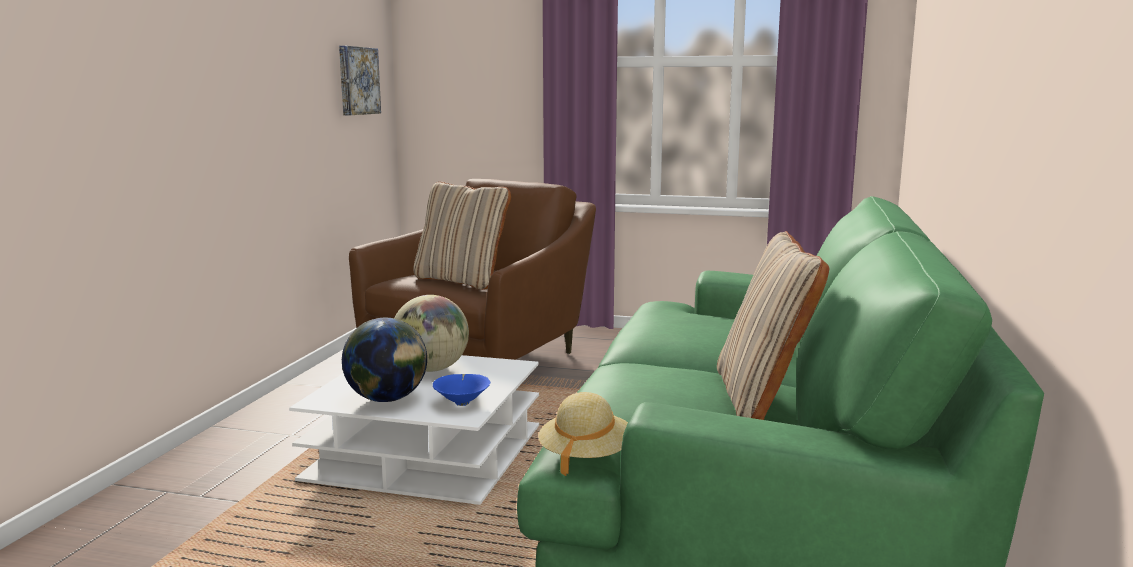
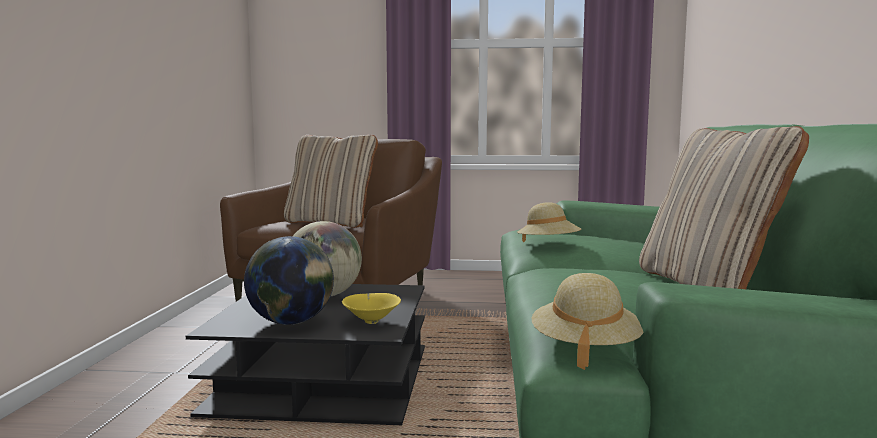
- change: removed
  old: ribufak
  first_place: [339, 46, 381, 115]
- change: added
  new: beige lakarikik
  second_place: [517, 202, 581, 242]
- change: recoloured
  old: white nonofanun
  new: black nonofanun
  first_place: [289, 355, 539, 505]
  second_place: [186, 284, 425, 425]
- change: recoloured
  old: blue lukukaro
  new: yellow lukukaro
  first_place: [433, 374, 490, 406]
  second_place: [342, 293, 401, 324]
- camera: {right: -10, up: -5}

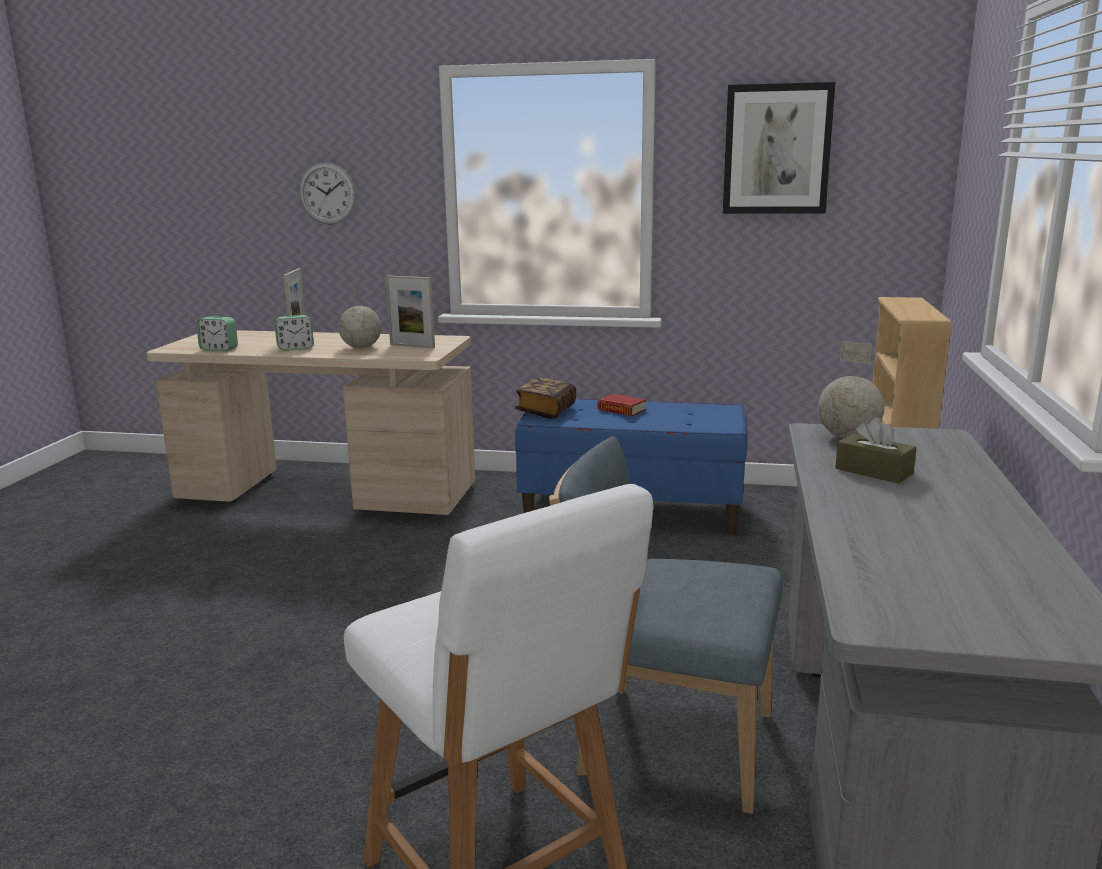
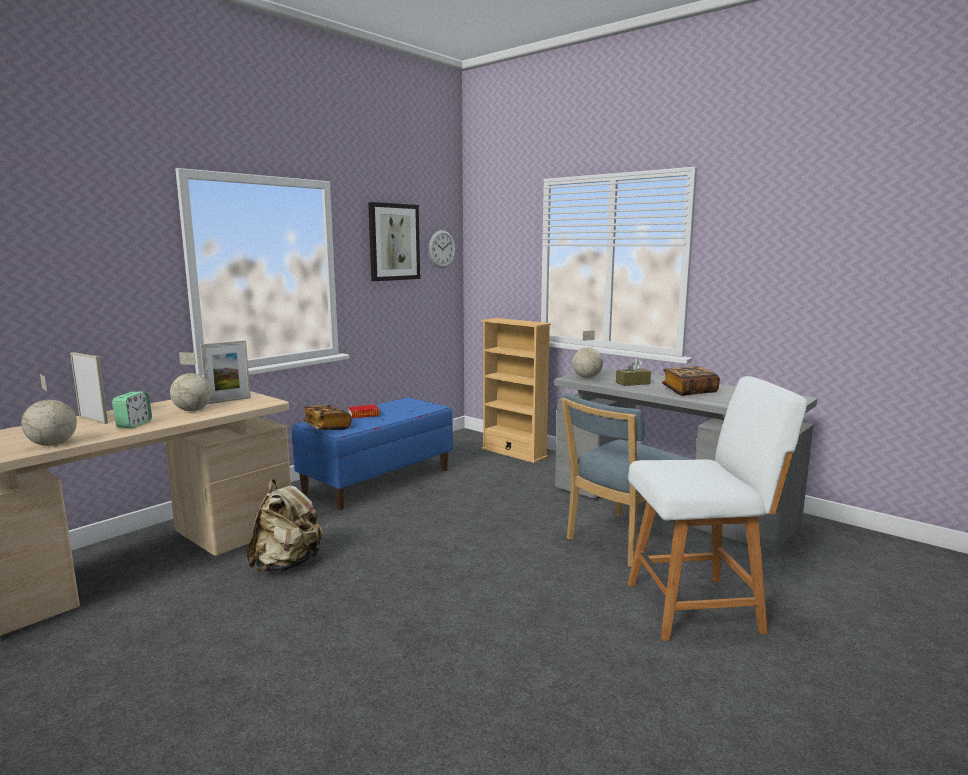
- change: added
  new: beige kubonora
  second_place: [247, 479, 323, 572]
- change: added
  new: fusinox
  second_place: [662, 366, 720, 396]
- change: moved
  old: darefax
  first_place: [299, 162, 356, 225]
  second_place: [429, 230, 455, 268]
- change: replaced
  old: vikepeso
  new: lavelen
  first_place: [196, 316, 238, 351]
  second_place: [21, 374, 77, 446]
- camera: {right: -60, up: -5}

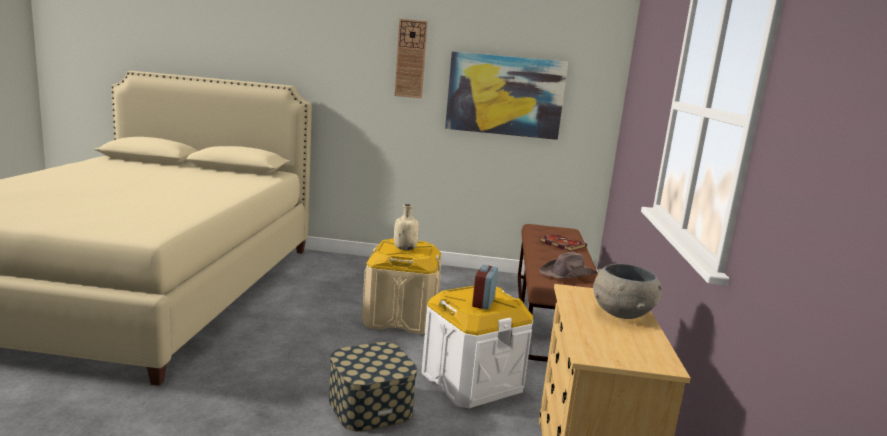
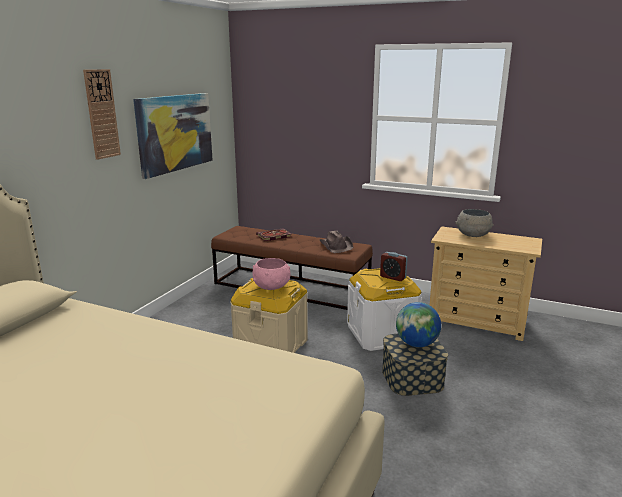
- change: added
  new: lavelen
  second_place: [396, 302, 441, 347]
- change: replaced
  old: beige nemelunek
  new: pink lukukaro
  first_place: [394, 204, 419, 250]
  second_place: [253, 258, 291, 290]
- camera: {right: -70, up: 5}

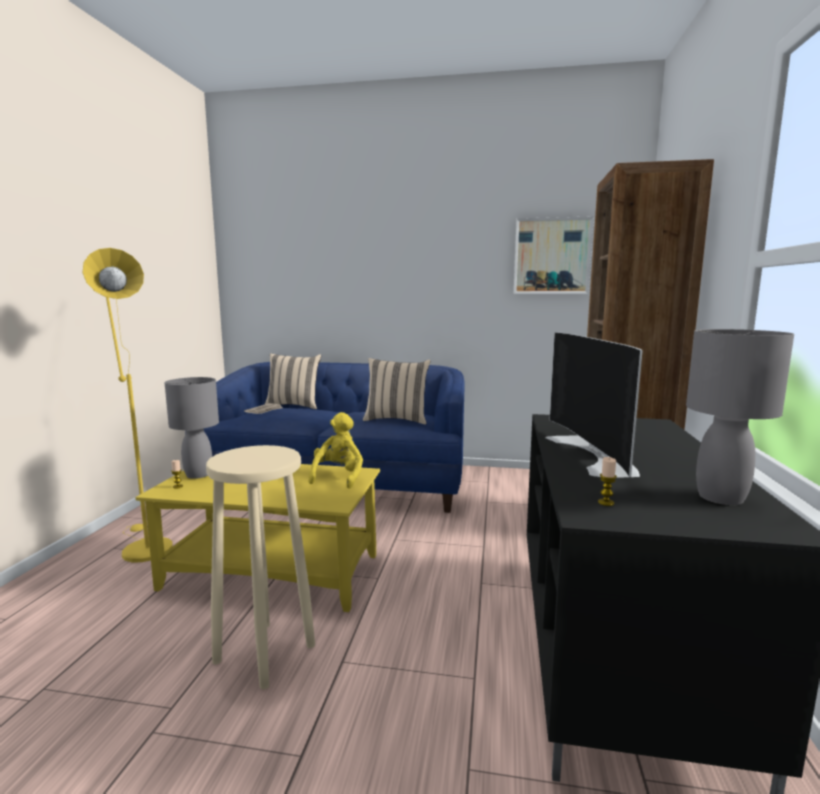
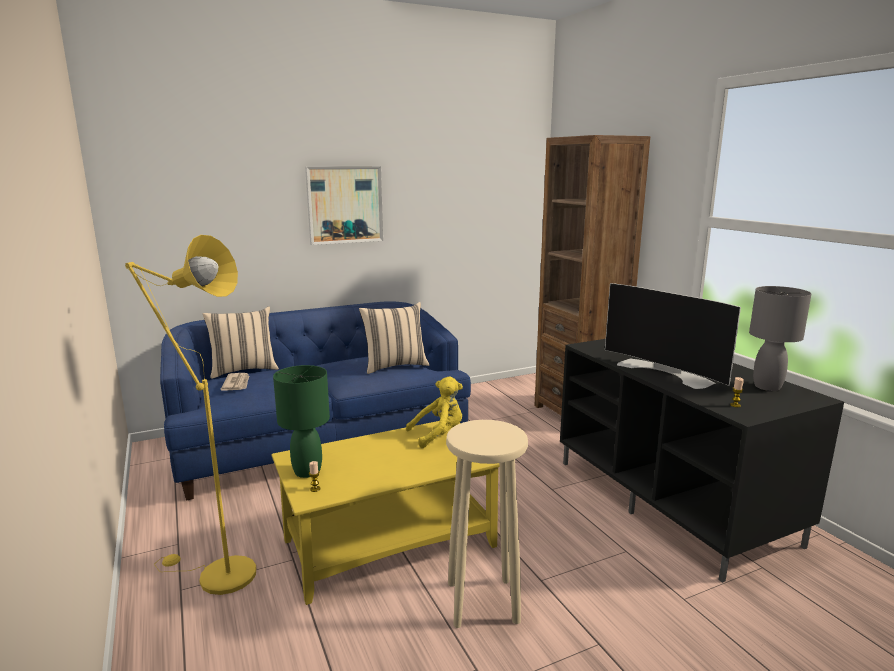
- change: moved
  old: ribufak
  first_place: [513, 216, 594, 294]
  second_place: [305, 166, 383, 245]
- change: recoloured
  old: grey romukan
  new: green romukan
  first_place: [164, 377, 219, 479]
  second_place: [273, 365, 330, 478]
- change: turned
  old: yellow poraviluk
  first_place: [309, 412, 363, 489]
  second_place: [406, 376, 463, 448]
  degrees: 90
- camera: {right: -35, up: 5}

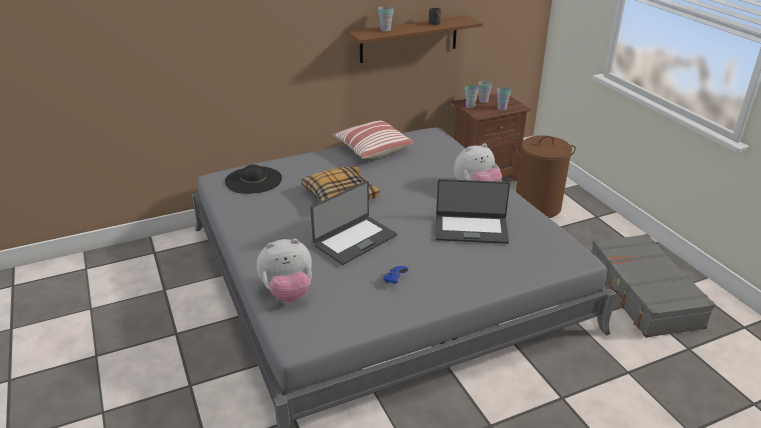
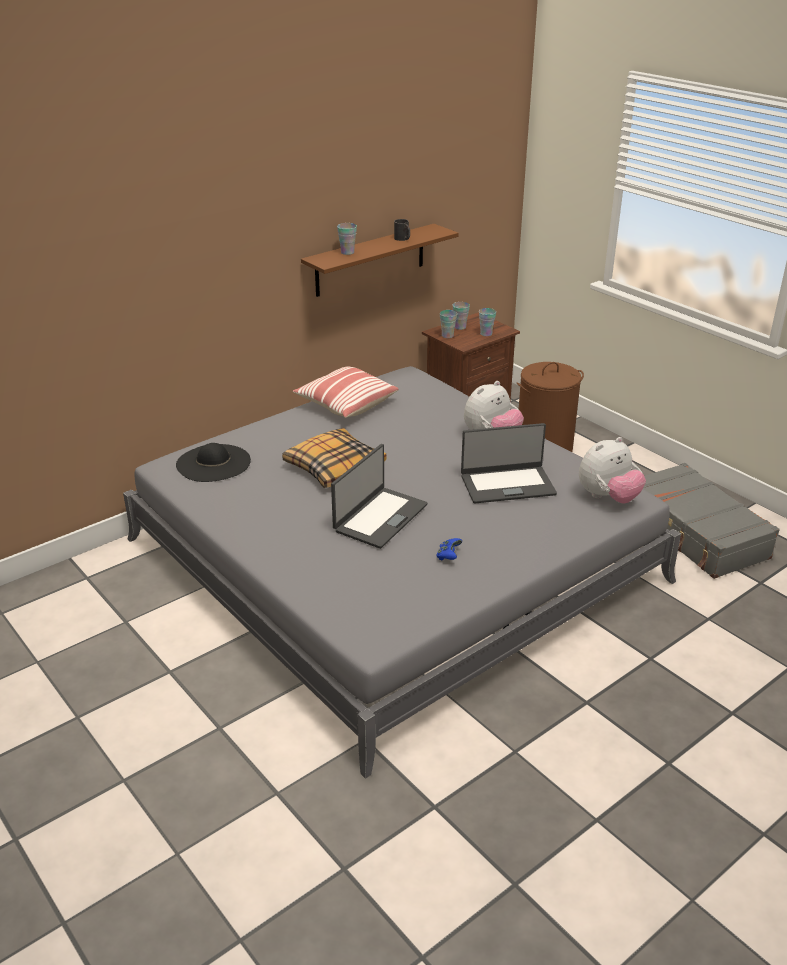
- change: moved
  old: poraviluk
  first_place: [257, 239, 312, 302]
  second_place: [579, 437, 646, 504]
- camera: {right: -15, up: 0}

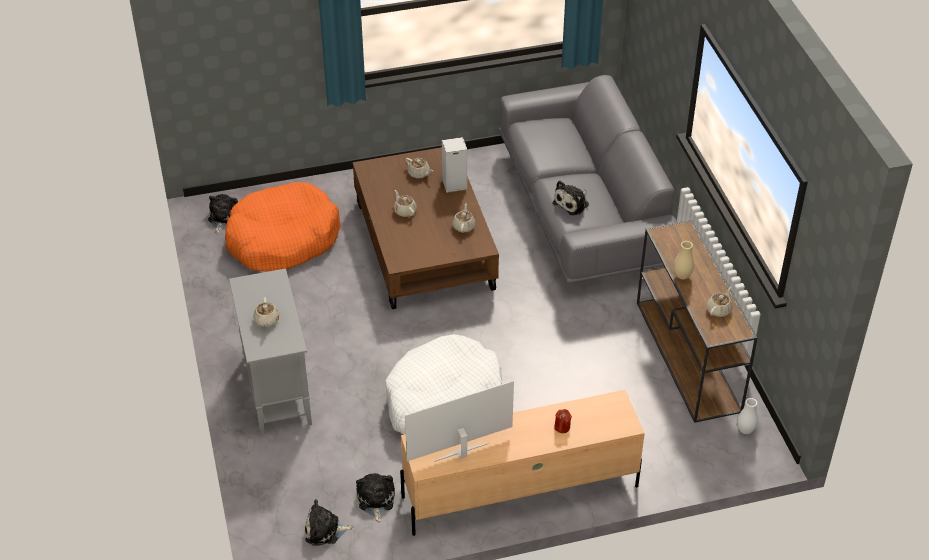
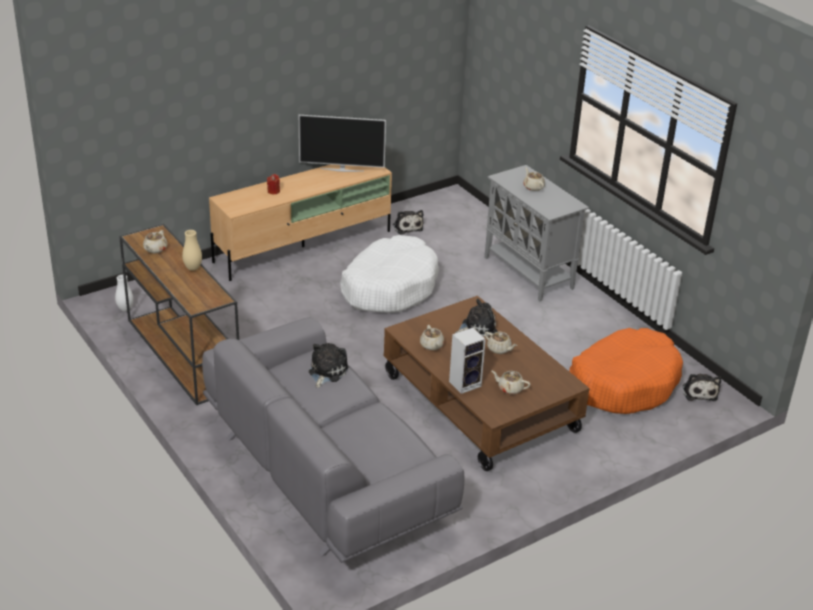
- change: moved
  old: poraviluk
  first_place: [305, 499, 353, 546]
  second_place: [455, 299, 497, 337]
- change: turned
  old: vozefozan
  first_place: [405, 380, 514, 462]
  second_place: [299, 115, 386, 172]
  degrees: 45
- camera: {right: 160, up: -10}

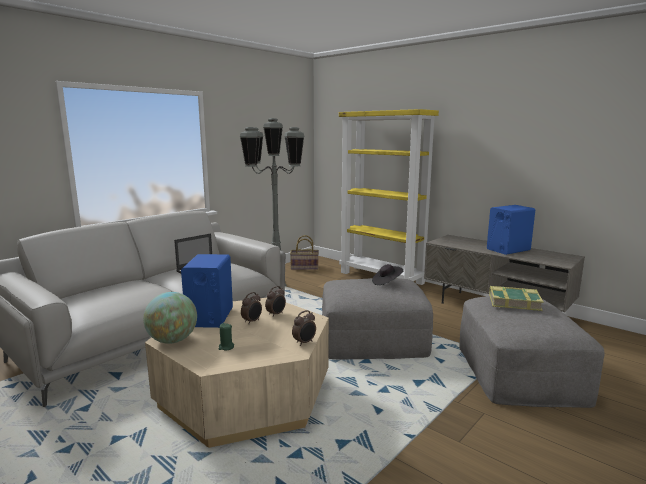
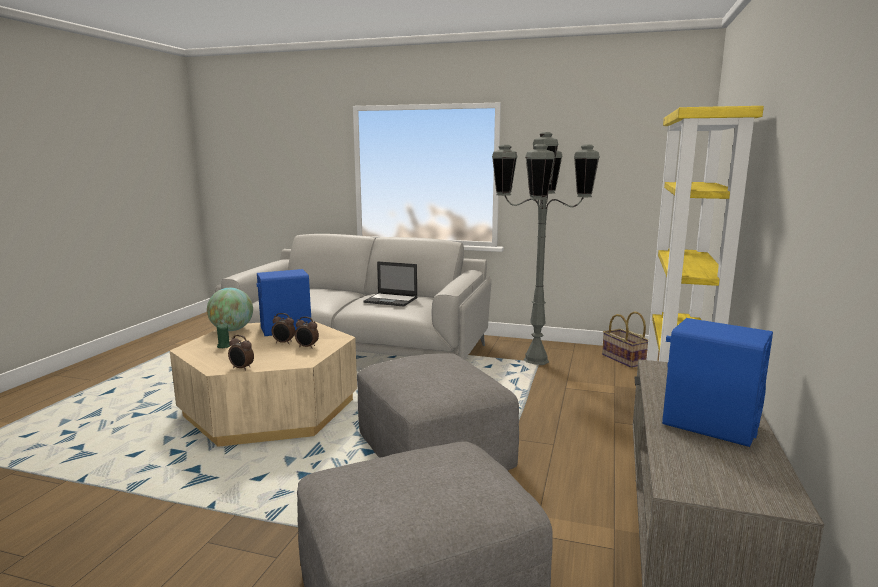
- change: removed
  old: black lakarikik
  first_place: [372, 264, 403, 285]
- change: removed
  old: fusinox
  first_place: [489, 286, 544, 311]
- camera: {right: 65, up: 0}

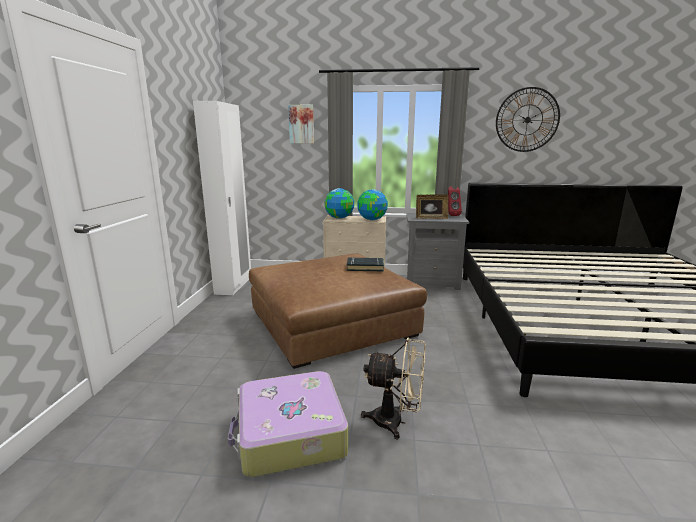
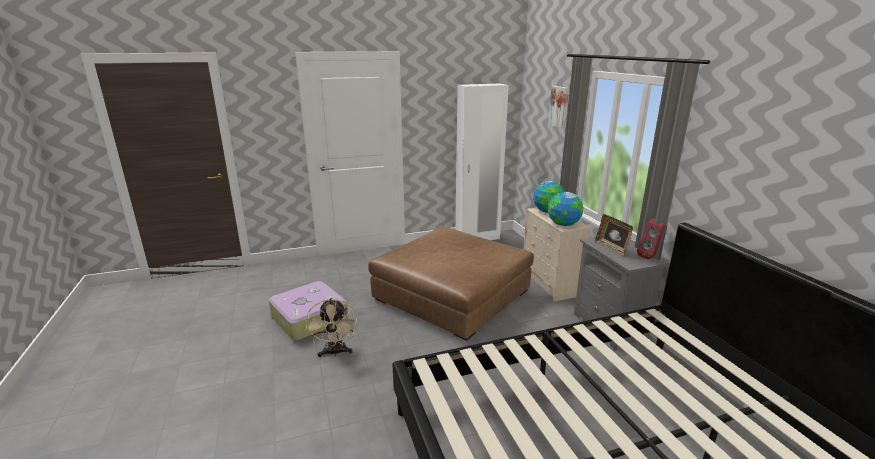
- change: removed
  old: black fusinox
  first_place: [347, 257, 384, 271]
- change: removed
  old: darefax
  first_place: [496, 87, 560, 152]
- camera: {right: 65, up: 5}

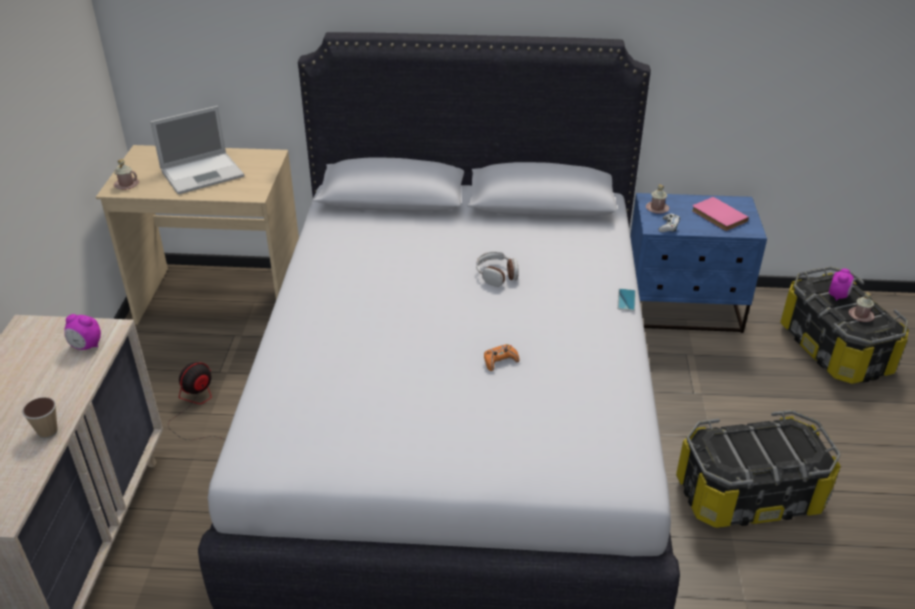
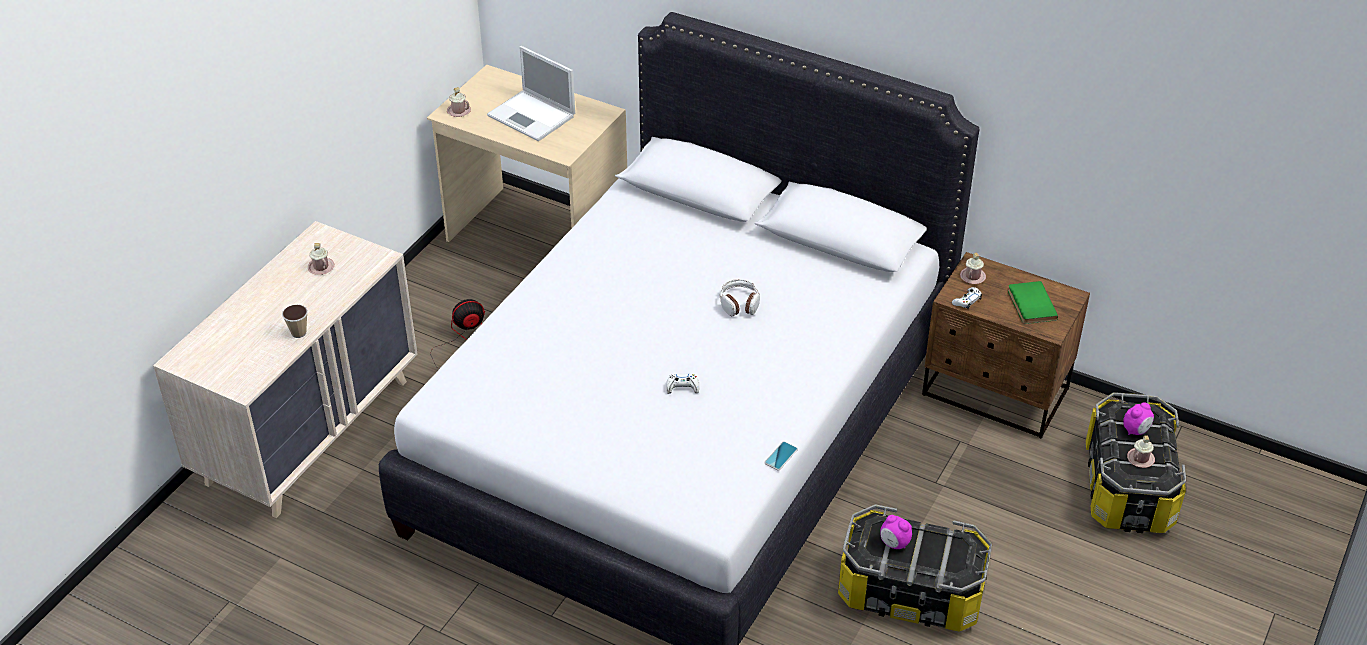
- change: added
  new: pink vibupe
  second_place: [307, 243, 334, 275]
- change: moved
  old: vikepeso
  first_place: [64, 314, 101, 350]
  second_place: [880, 515, 912, 549]
- change: moved
  old: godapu
  first_place: [617, 289, 636, 311]
  second_place: [764, 441, 798, 471]
- change: recoloured
  old: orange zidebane
  new: white zidebane
  first_place: [484, 344, 520, 371]
  second_place: [666, 374, 699, 394]
- change: recoloured
  old: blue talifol
  new: brown talifol
  first_place: [630, 193, 767, 333]
  second_place: [922, 252, 1090, 439]
- change: recoloured
  old: pink fusinox
  new: green fusinox
  first_place: [692, 197, 749, 231]
  second_place: [1008, 281, 1058, 324]
- change: turned
  old: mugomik
  first_place: [150, 106, 244, 194]
  second_place: [487, 46, 575, 141]
  degrees: 45
- camera: {right: 25, up: 5}

